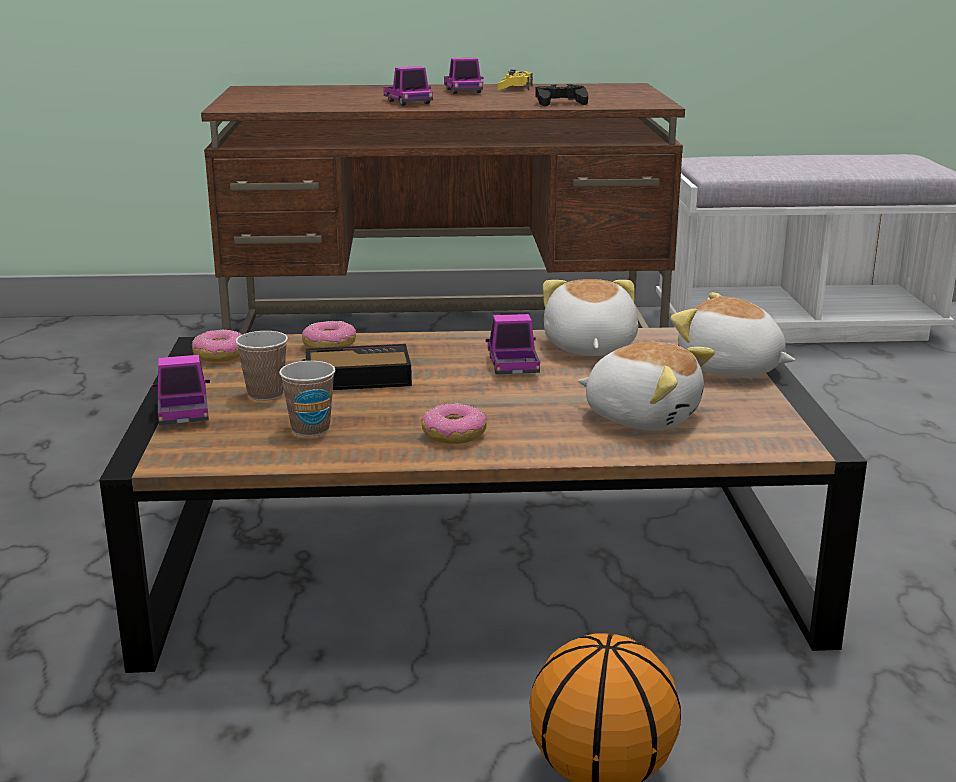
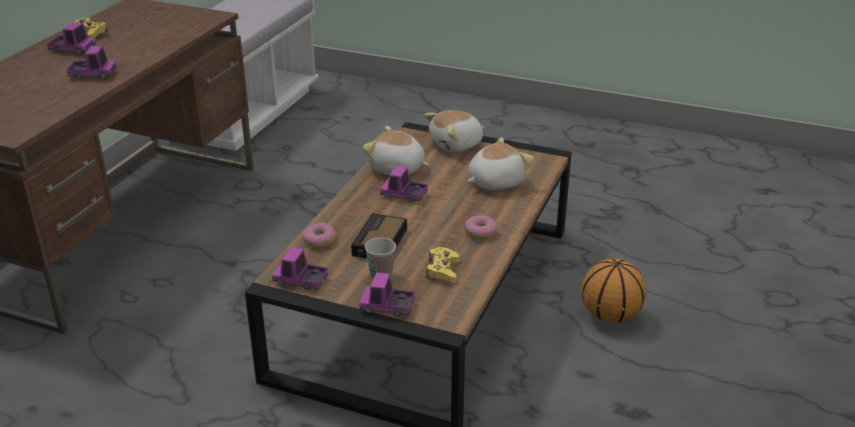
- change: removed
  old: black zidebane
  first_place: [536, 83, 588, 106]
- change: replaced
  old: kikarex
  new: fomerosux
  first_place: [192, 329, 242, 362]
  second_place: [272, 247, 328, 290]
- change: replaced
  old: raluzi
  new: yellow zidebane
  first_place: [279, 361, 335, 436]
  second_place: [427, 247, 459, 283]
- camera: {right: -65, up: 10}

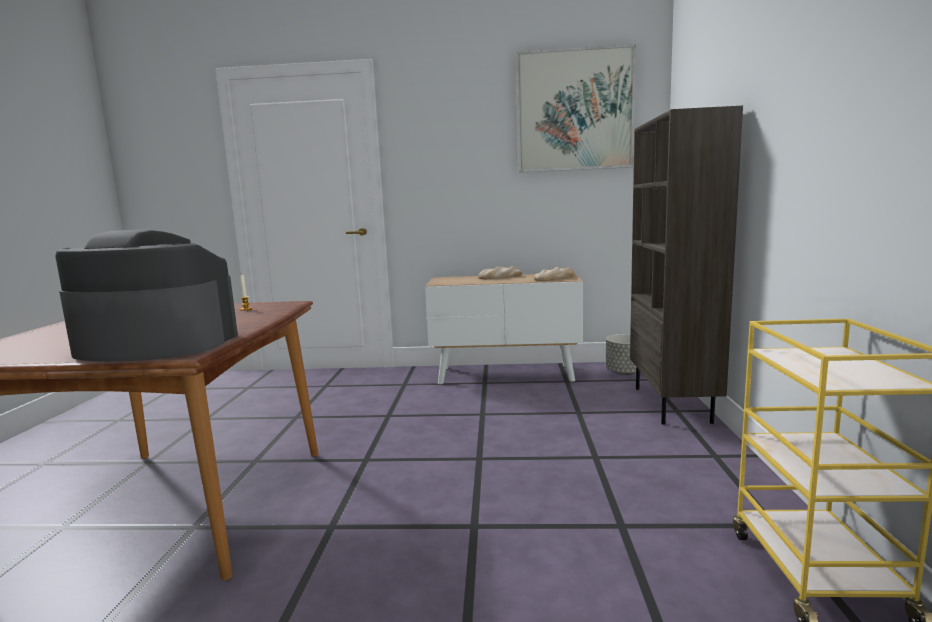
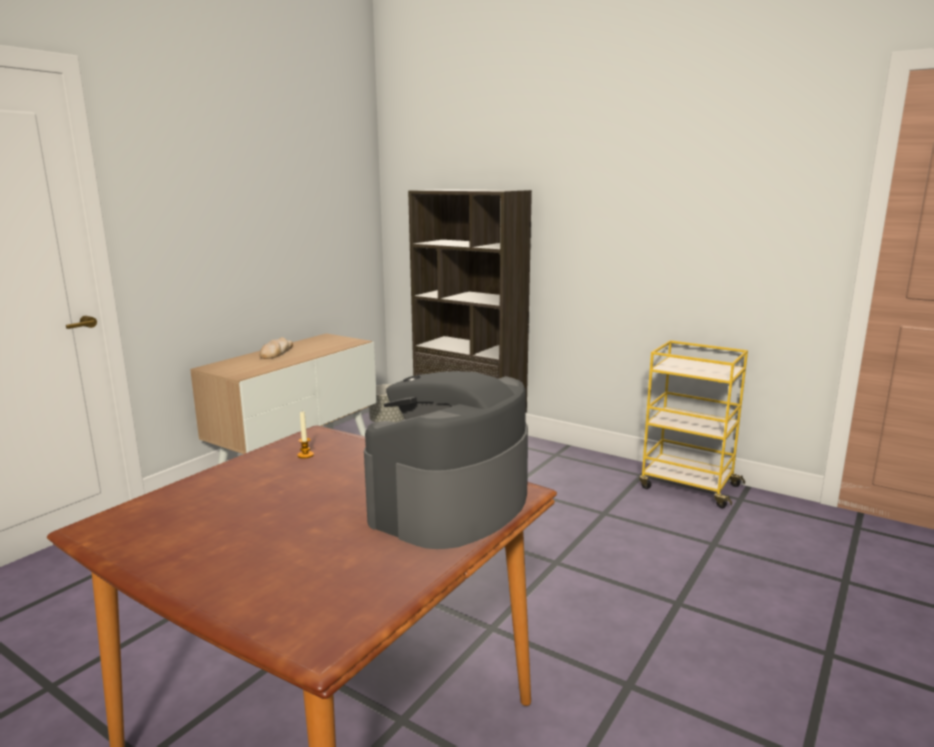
- change: removed
  old: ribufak
  first_place: [516, 44, 636, 173]
- change: removed
  old: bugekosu
  first_place: [534, 267, 575, 281]
- camera: {right: -60, up: 5}

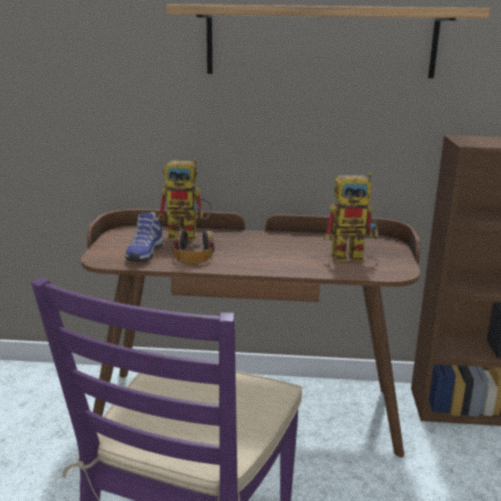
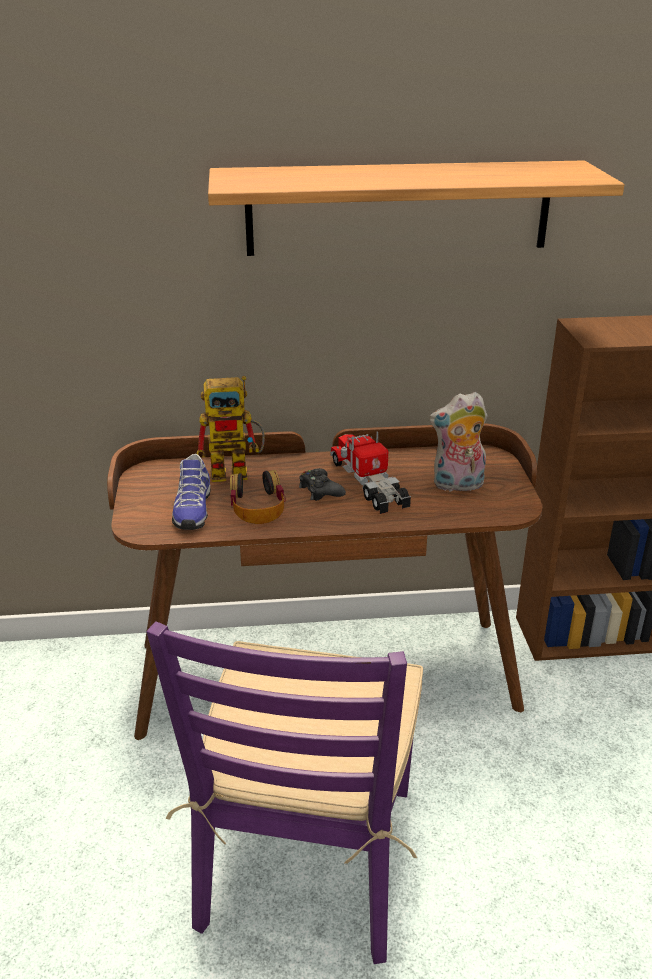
- change: added
  new: black zidebane
  second_place: [299, 468, 346, 501]
- change: added
  new: fomerosux
  second_place: [330, 431, 411, 514]
- change: replaced
  old: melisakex
  new: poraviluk
  first_place: [324, 173, 378, 262]
  second_place: [429, 392, 487, 492]
- camera: {right: -10, up: 10}

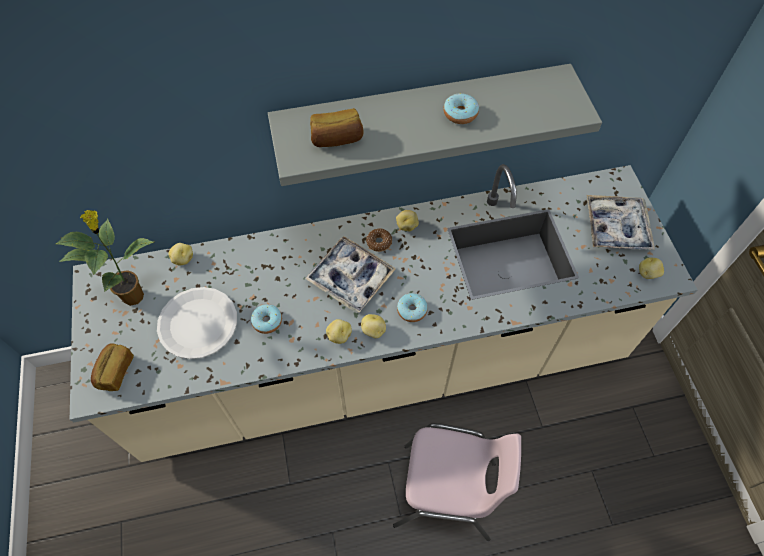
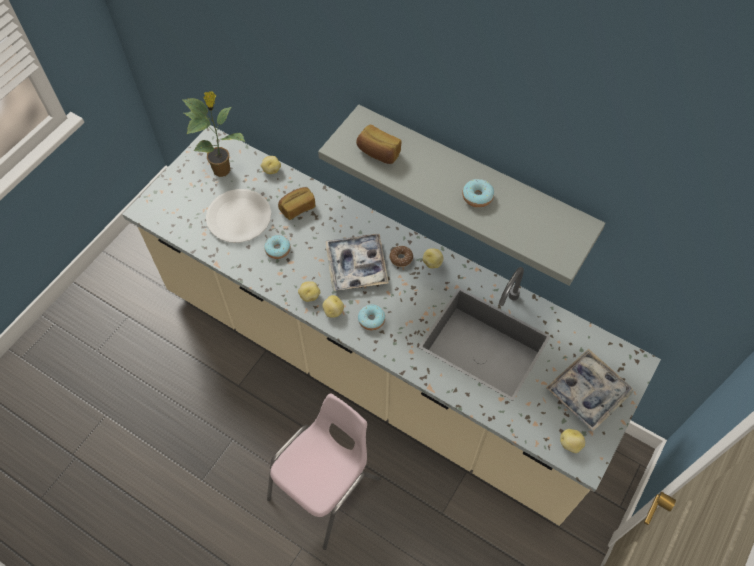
- change: moved
  old: bugekosu
  first_place: [91, 343, 134, 391]
  second_place: [278, 187, 315, 220]
- change: turned
  old: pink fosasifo
  first_place: [393, 423, 521, 541]
  second_place: [267, 393, 380, 550]
  degrees: -105
- camera: {right: 45, up: 0}

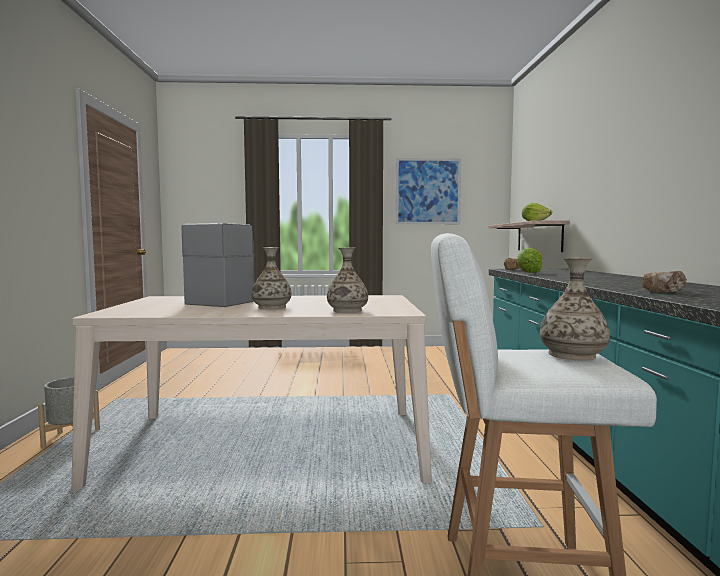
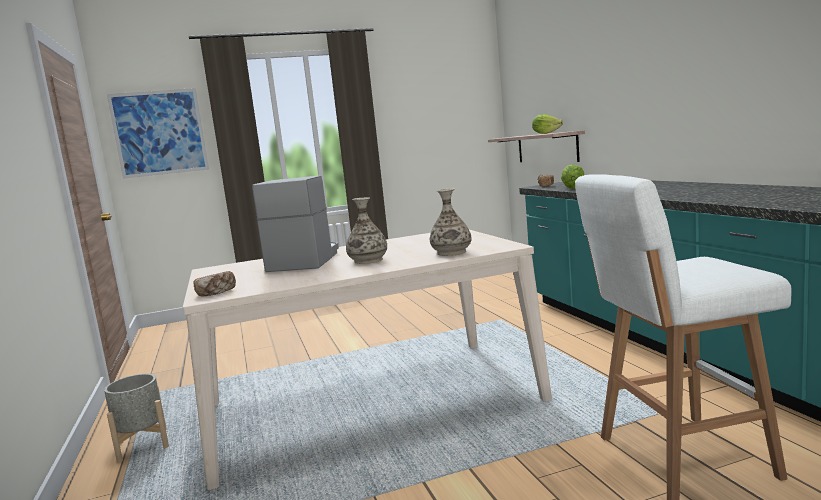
- change: removed
  old: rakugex
  first_place: [540, 258, 610, 361]
- change: moved
  old: ribufak
  first_place: [396, 158, 461, 224]
  second_place: [107, 88, 209, 179]
- change: moved
  old: bugekosu
  first_place: [642, 271, 687, 293]
  second_place: [194, 271, 236, 296]
- camera: {right: -15, up: 5}

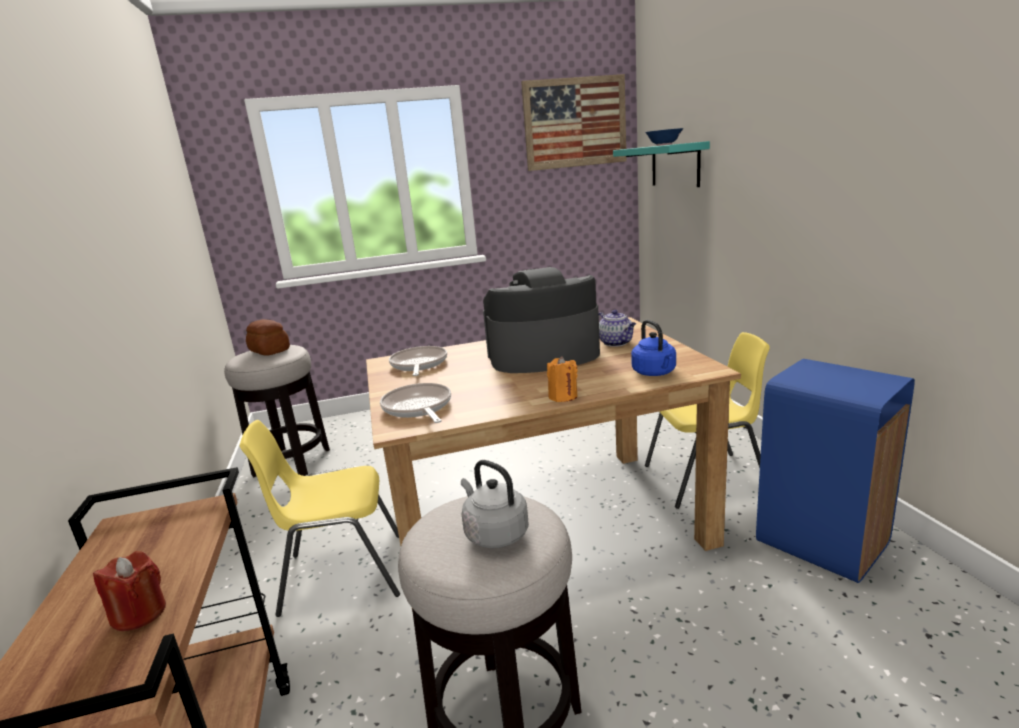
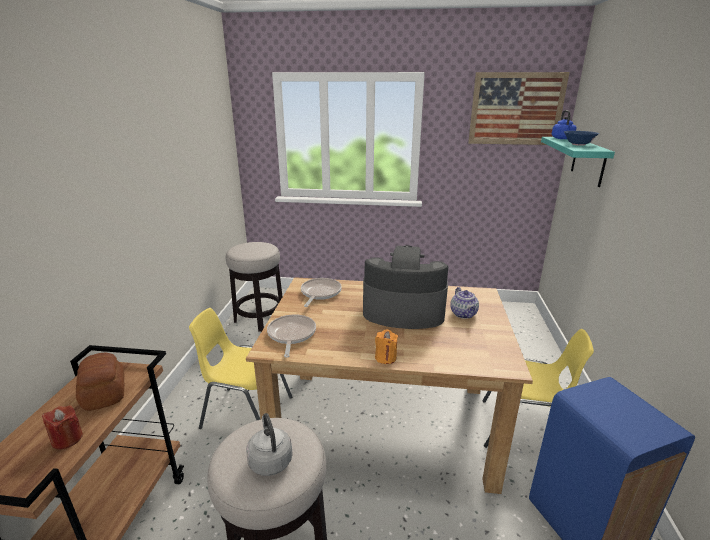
- change: moved
  old: bugekosu
  first_place: [246, 319, 290, 356]
  second_place: [76, 353, 124, 411]
- change: moved
  old: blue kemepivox
  first_place: [631, 320, 676, 376]
  second_place: [552, 110, 576, 139]
- camera: {right: 20, up: 5}

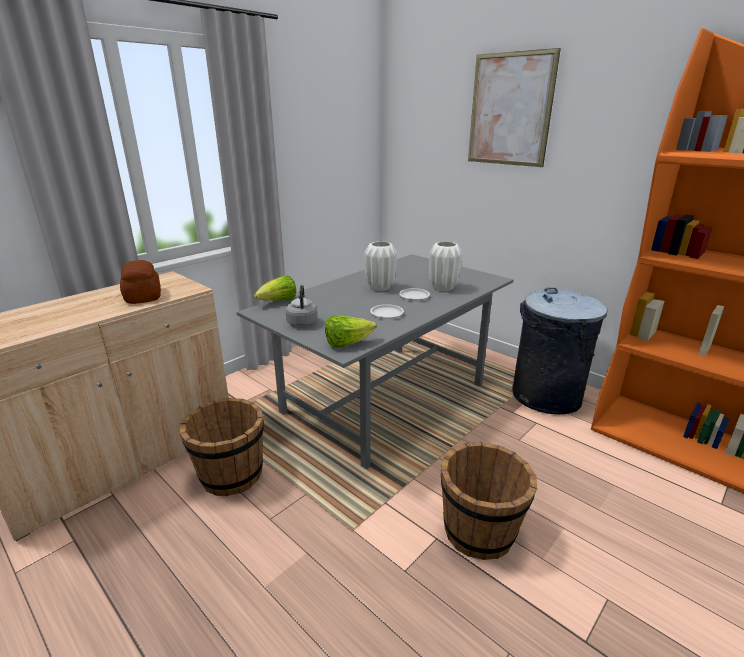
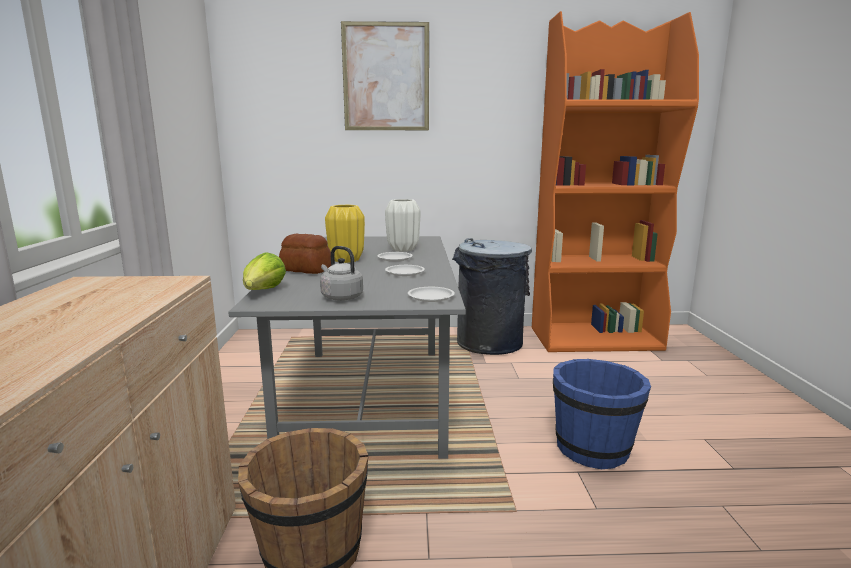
- change: moved
  old: bugekosu
  first_place: [120, 260, 161, 304]
  second_place: [279, 234, 331, 274]
- change: replaced
  old: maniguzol
  new: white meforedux
  first_place: [325, 315, 376, 348]
  second_place: [408, 287, 455, 302]
- change: recoloured
  old: white rakugex
  new: yellow rakugex
  first_place: [364, 241, 397, 291]
  second_place: [325, 205, 365, 263]
- change: recoloured
  old: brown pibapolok
  new: blue pibapolok
  first_place: [441, 442, 537, 560]
  second_place: [553, 359, 651, 469]
- camera: {right: -45, up: -10}

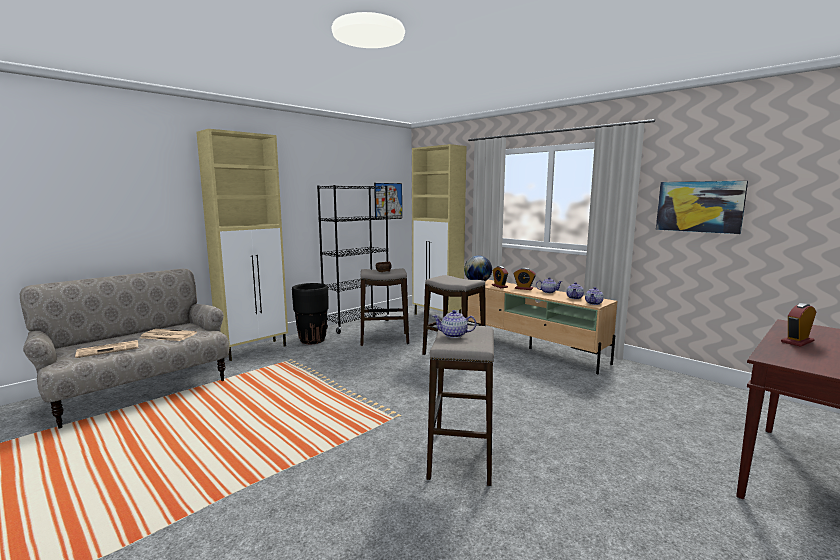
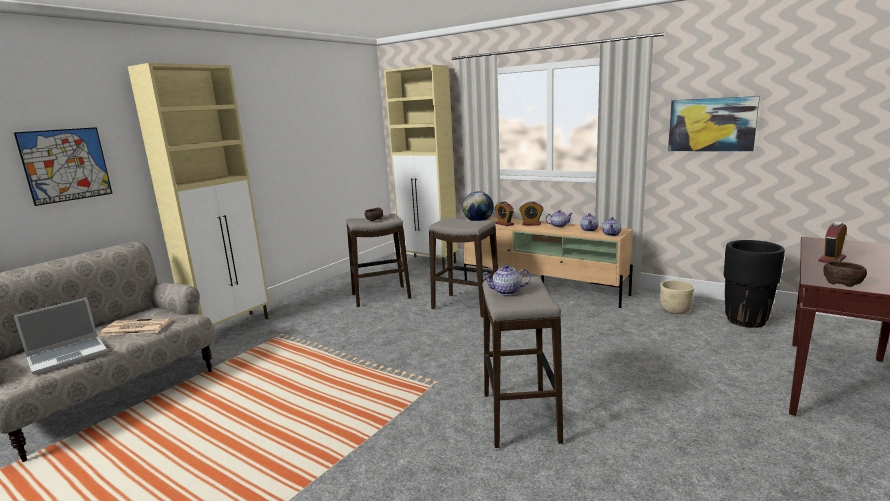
- change: removed
  old: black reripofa
  first_place: [317, 185, 390, 334]
- change: added
  new: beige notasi
  second_place: [660, 280, 694, 314]
- change: added
  new: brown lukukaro
  second_place: [823, 261, 867, 287]
- change: moved
  old: black notasi
  first_place: [292, 283, 329, 344]
  second_place: [724, 240, 785, 328]
- change: moved
  old: ribufak
  first_place: [374, 183, 402, 220]
  second_place: [14, 127, 113, 206]
- change: replaced
  old: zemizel
  new: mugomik
  first_place: [75, 340, 138, 358]
  second_place: [14, 298, 107, 375]
- camera: {right: -10, up: 5}

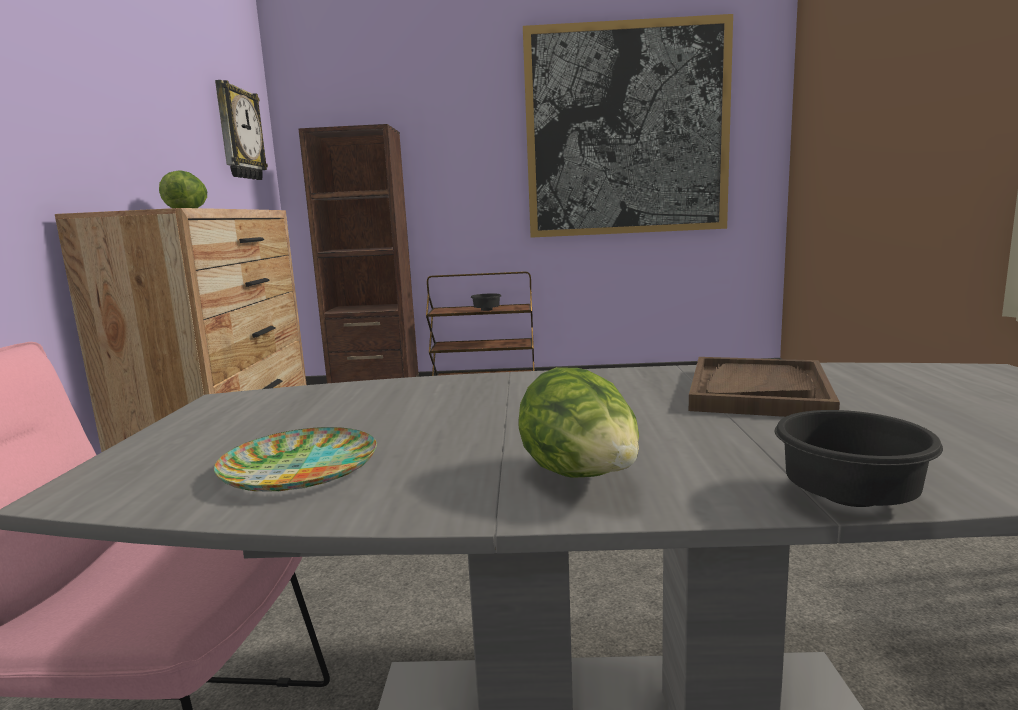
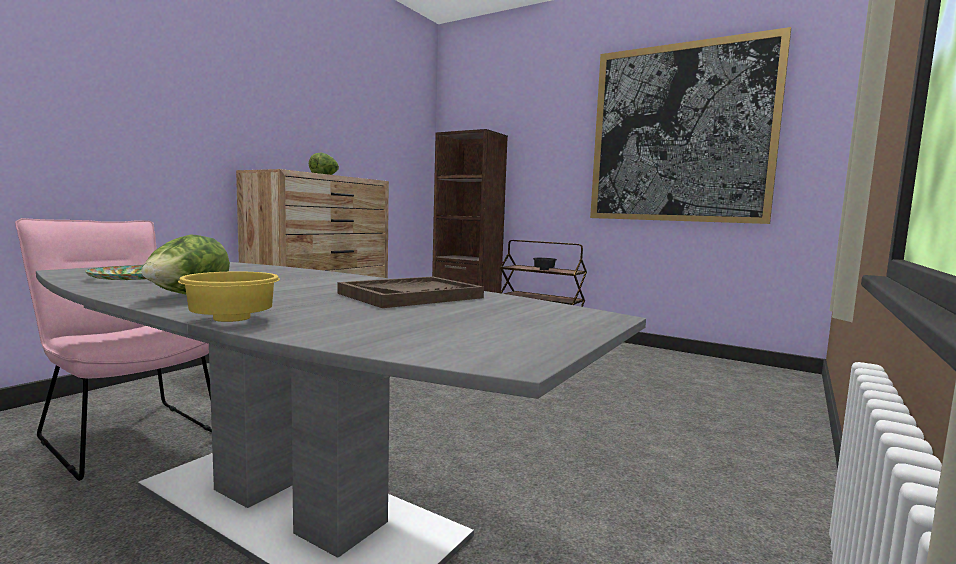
- change: removed
  old: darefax
  first_place: [215, 80, 268, 180]
- change: recoloured
  old: black lukukaro
  new: yellow lukukaro
  first_place: [775, 410, 943, 507]
  second_place: [178, 271, 280, 322]
- camera: {right: 30, up: -5}

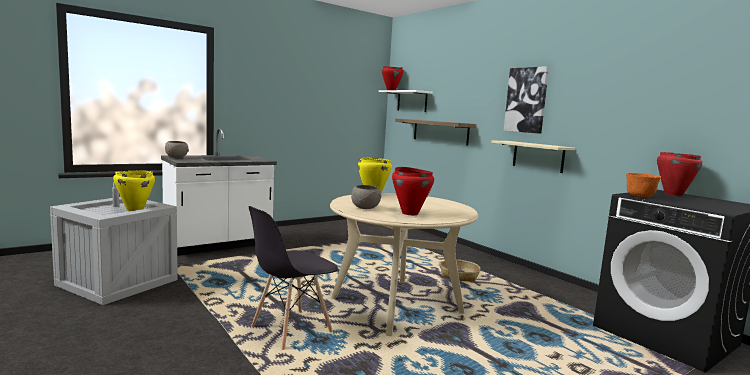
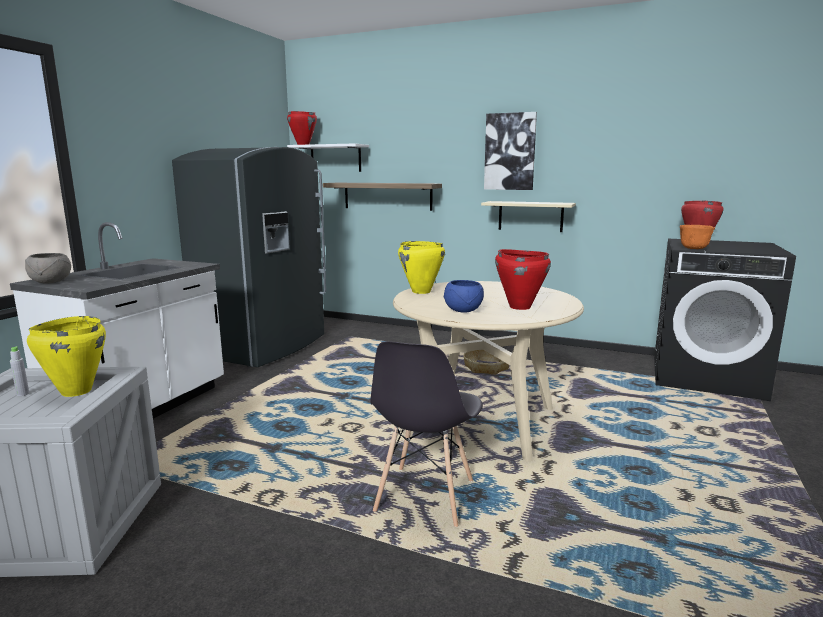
- change: added
  new: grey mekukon
  second_place: [172, 147, 326, 367]
- change: recoloured
  old: grey lukukaro
  new: blue lukukaro
  first_place: [351, 185, 381, 209]
  second_place: [443, 280, 484, 312]
- camera: {right: -30, up: 5}

